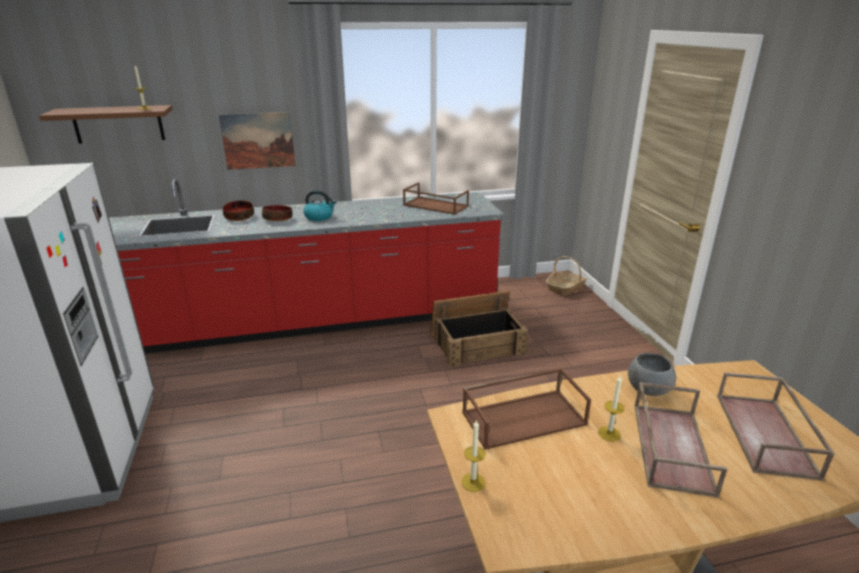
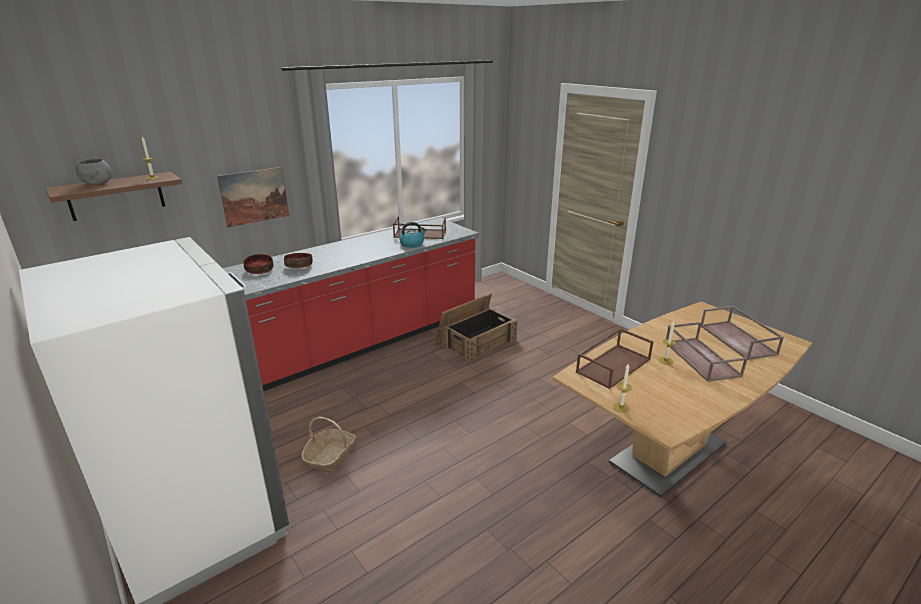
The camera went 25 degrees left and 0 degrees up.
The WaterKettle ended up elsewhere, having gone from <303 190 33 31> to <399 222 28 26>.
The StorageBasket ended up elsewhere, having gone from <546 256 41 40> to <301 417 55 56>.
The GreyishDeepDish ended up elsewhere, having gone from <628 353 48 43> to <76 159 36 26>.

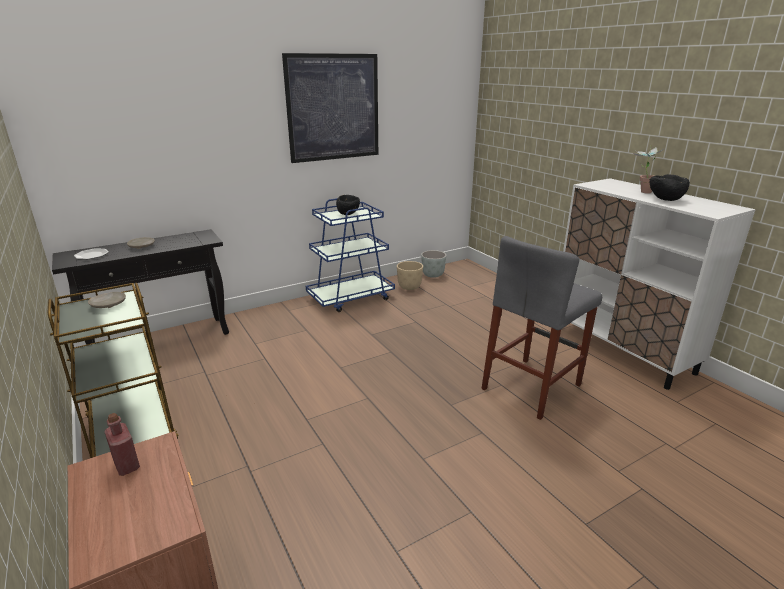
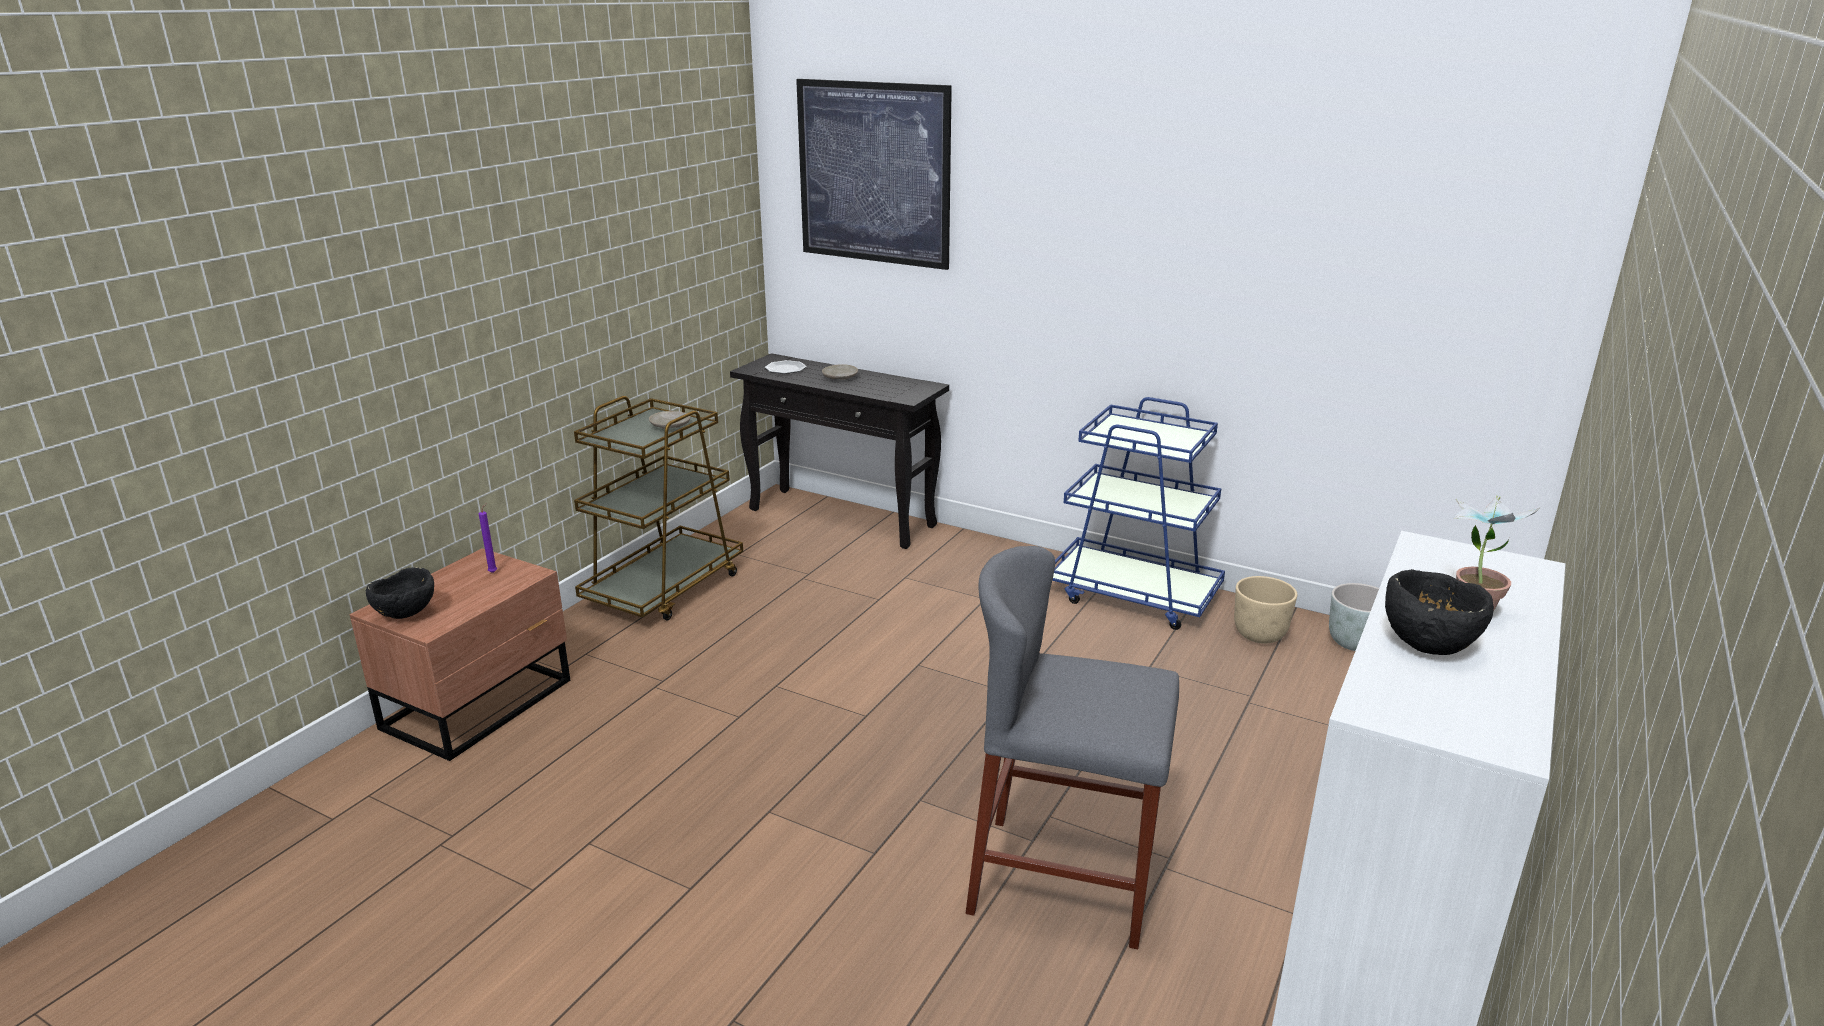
The camera went 60 degrees right and 0 degrees up.
Where the ReddishBottle stood at <104 413 36 63>, the PurpleWaxCandle came to stand at <479 503 18 70>.
The WallArt ended up elsewhere, having gone from <282 53 96 110> to <796 79 156 191>.
The BlackishDeepDish ended up elsewhere, having gone from <336 195 24 20> to <366 567 68 52>.

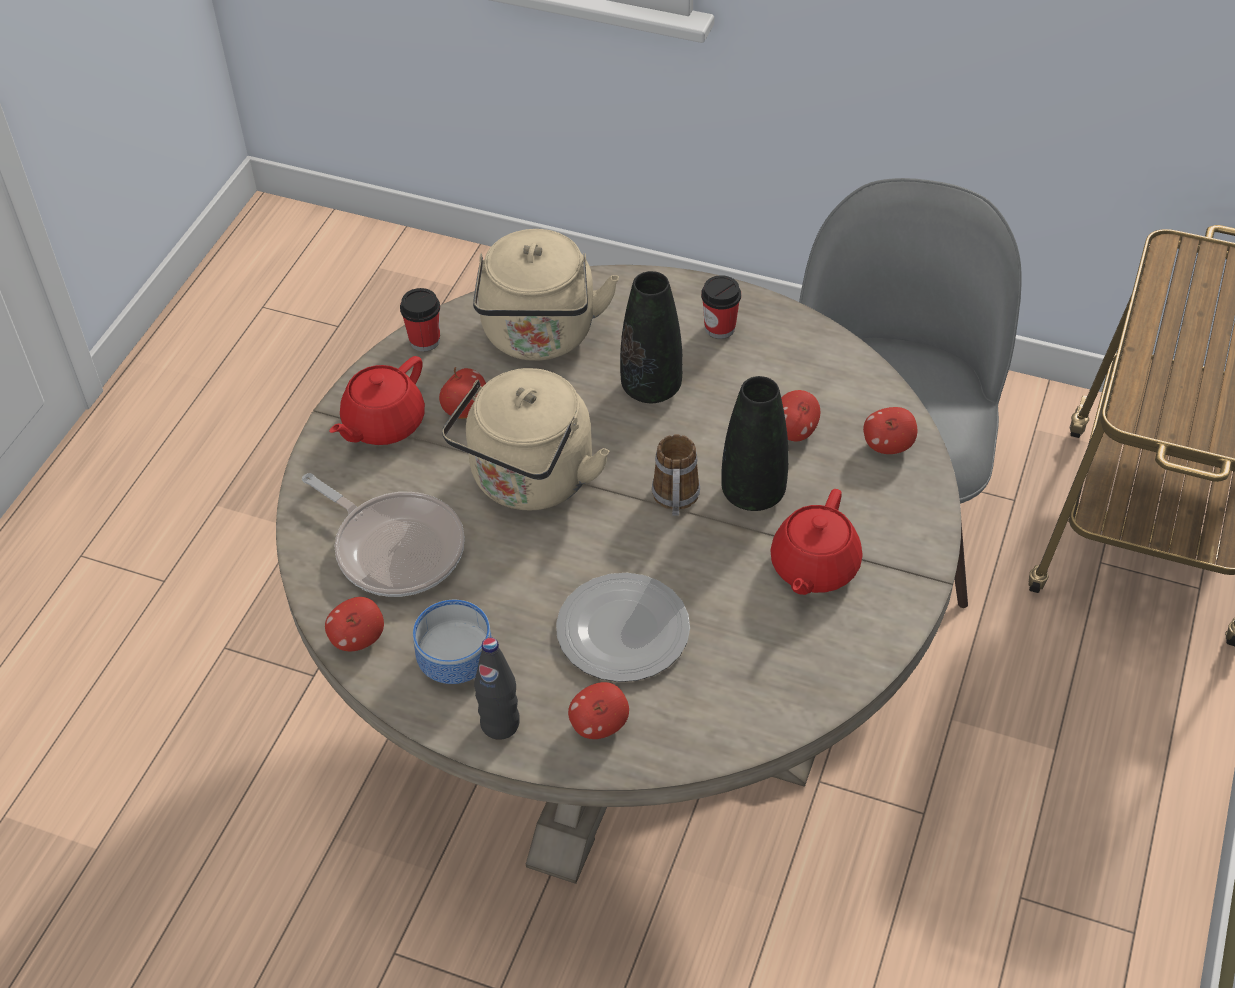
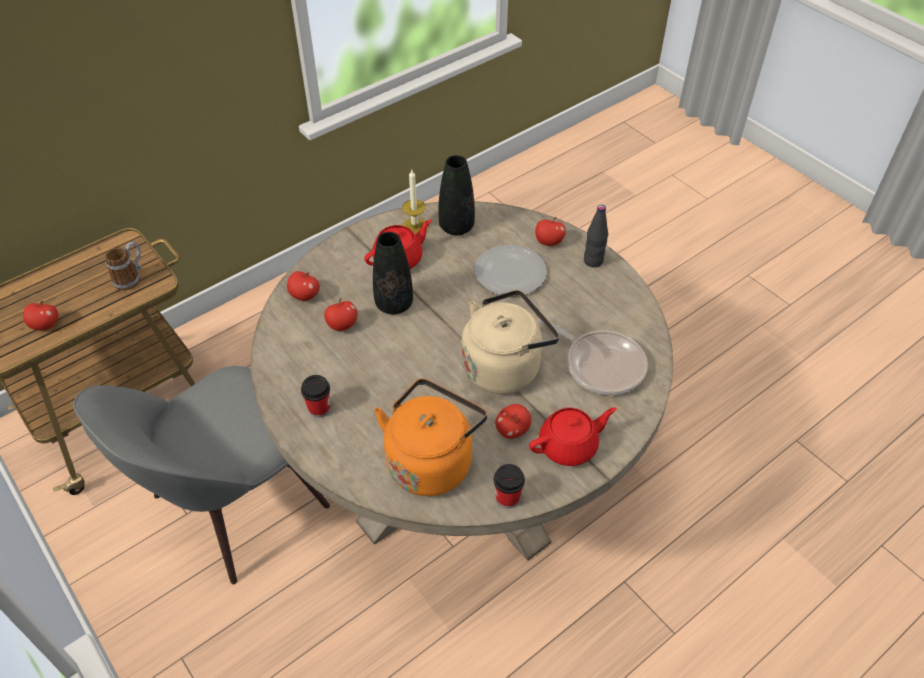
The camera went 150 degrees left and 0 degrees up.
The Pan at <302 473 163 124> ended up facing another way, 150 degrees clockwise from before.
The AppleFruit ended up elsewhere, having gone from <325 597 59 54> to <23 301 35 30>.
The second view lost the DeepDish at <413 600 79 84>.
What was the BeigeWaterKettle at <473 229 146 132> turned into the OrangeColouredWaterKettle at <374 379 113 117>.
The BlackishDecorativeVase ended up elsewhere, having gone from <620 271 63 132> to <438 155 37 81>.
The CoffeeMug ended up elsewhere, having gone from <652 434 48 82> to <105 242 37 48>.
The second view gained the WaxCandle at <402 170 26 65>.

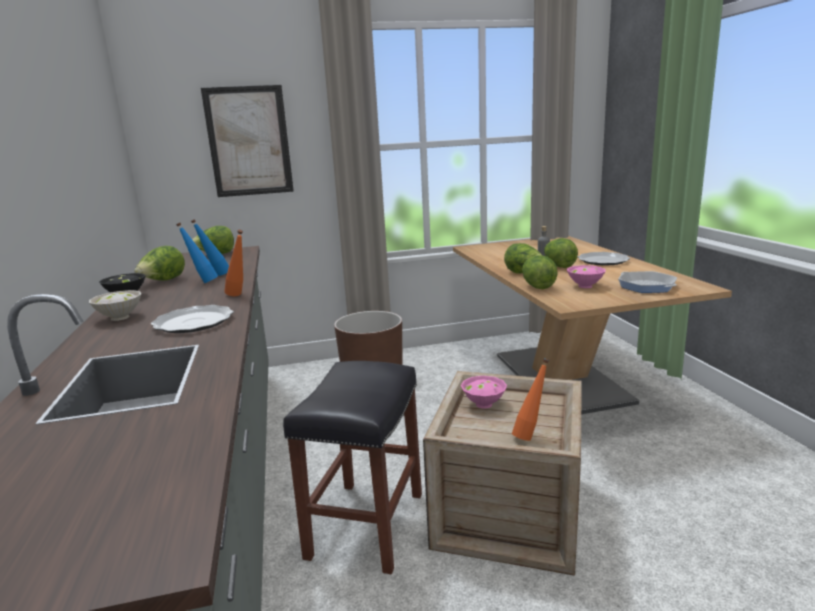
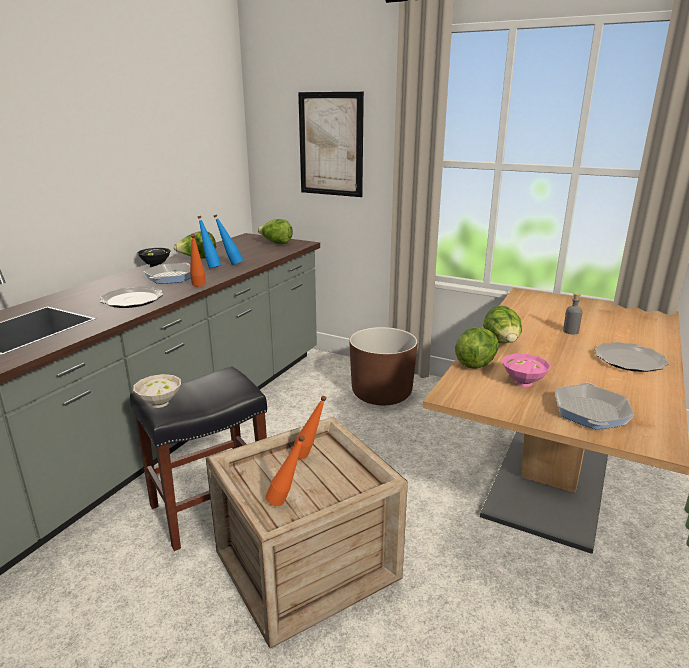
The camera went 40 degrees right and 5 degrees up.
The WhiteColouredDeepDish ended up elsewhere, having gone from <89 290 52 31> to <133 374 48 34>.
Where the PinkishDeepDish stood at <461 376 46 33>, the OrangeColouredBottle came to stand at <291 396 36 63>.
The second view lost the Lettuce at <544 238 34 30>.
The second view gained the Pan at <143 263 48 21>.

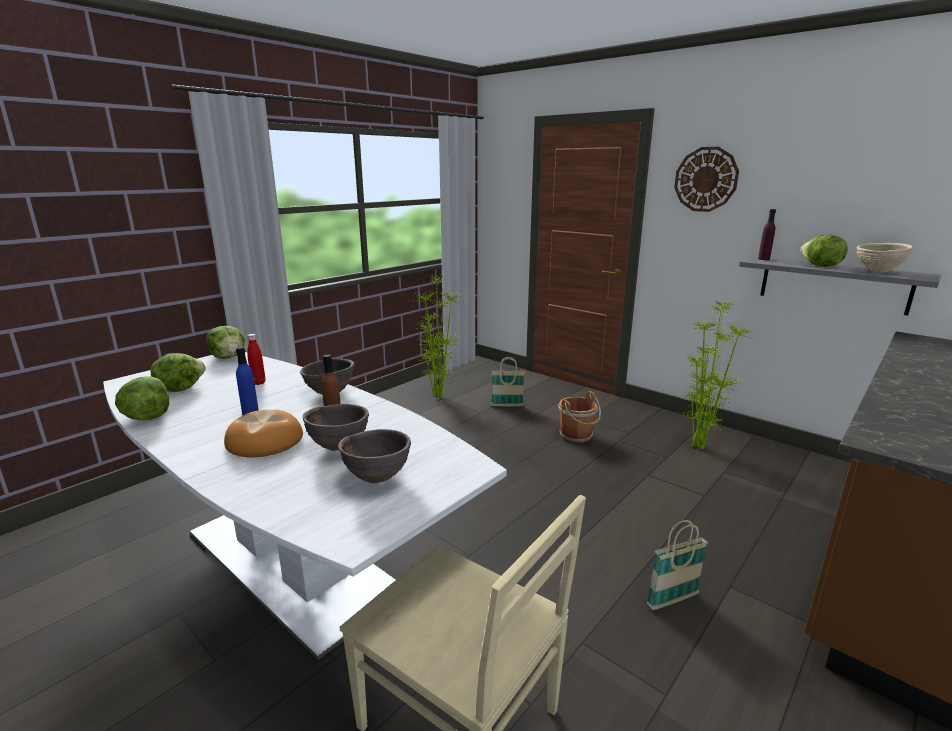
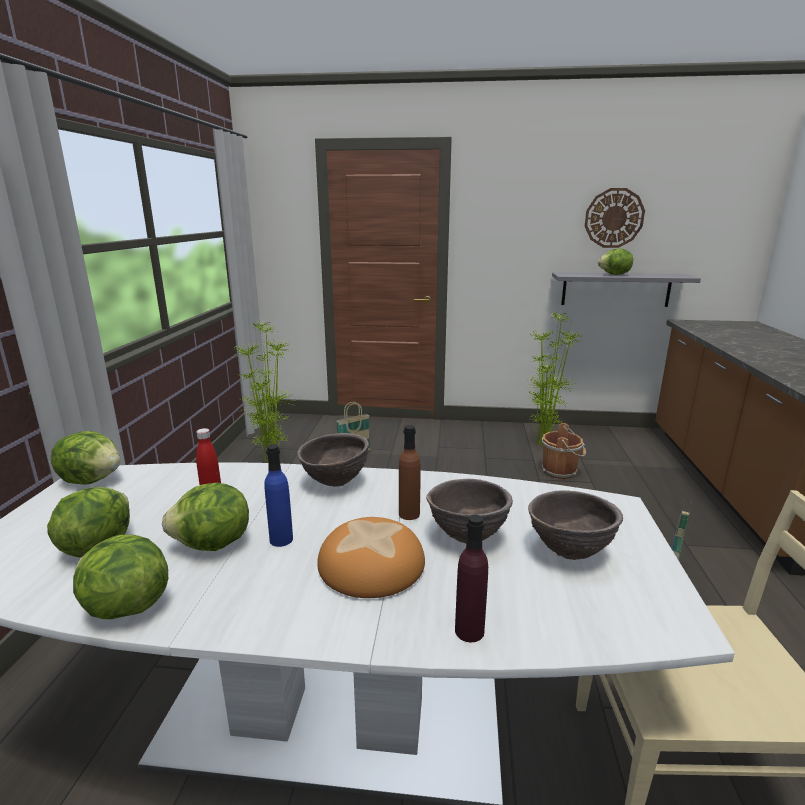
The camera went 35 degrees left and 0 degrees up.
The BrownColouredBucket ended up elsewhere, having gone from <559 391 42 52> to <542 423 44 56>.
The ClockOnTheWall ended up elsewhere, having gone from <674 147 65 65> to <585 188 60 60>.
The PurpleBottle ended up elsewhere, having gone from <758 209 18 51> to <455 514 33 128>.
The second view lost the BeigeDeepDish at <857 243 56 30>.
The second view gained the Lettuce at <162 483 87 68>.

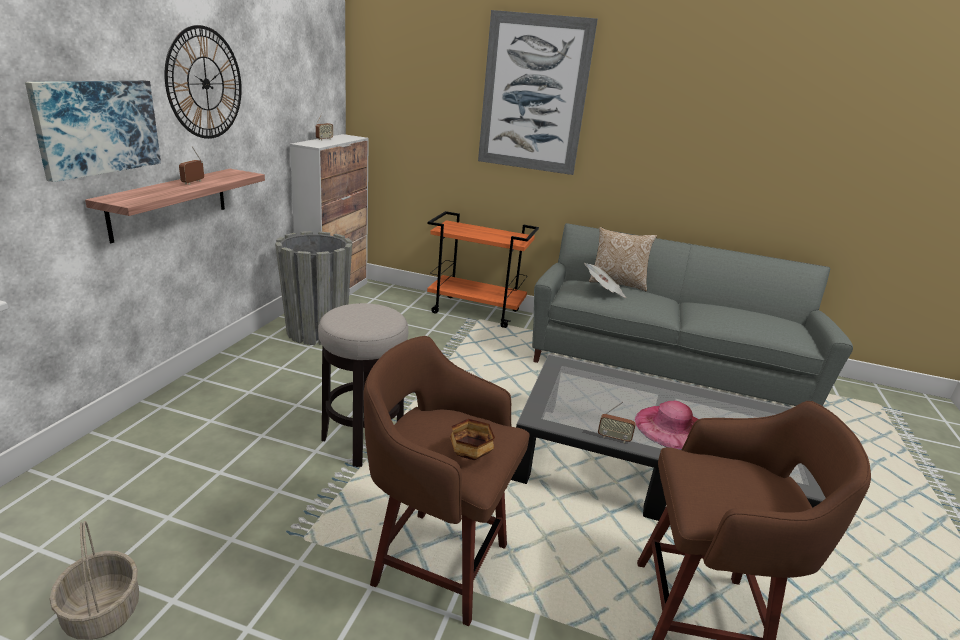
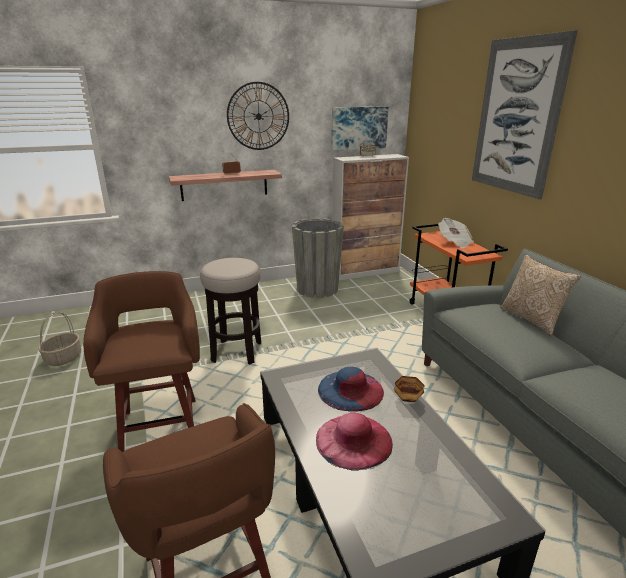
The camera went 55 degrees right and 0 degrees up.
The WallArt ended up elsewhere, having gone from <25 80 136 102> to <331 106 58 45>.
The DeepDish ended up elsewhere, having gone from <450 419 45 41> to <394 376 31 26>.
The Newspaper ended up elsewhere, having gone from <584 263 43 35> to <438 218 36 30>.
The second view lost the RadioSet at <598 402 38 41>.
The second view gained the BlueHat at <318 367 66 44>.

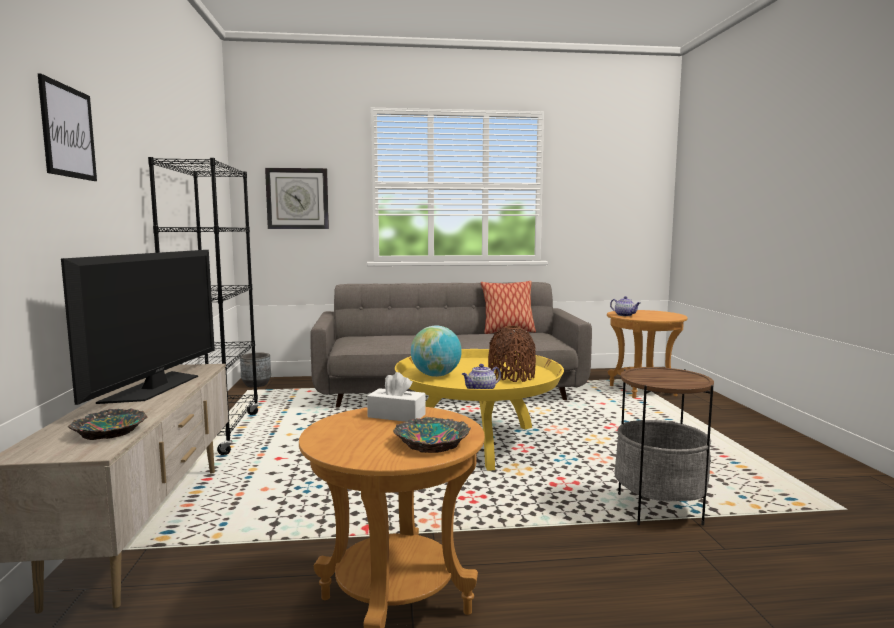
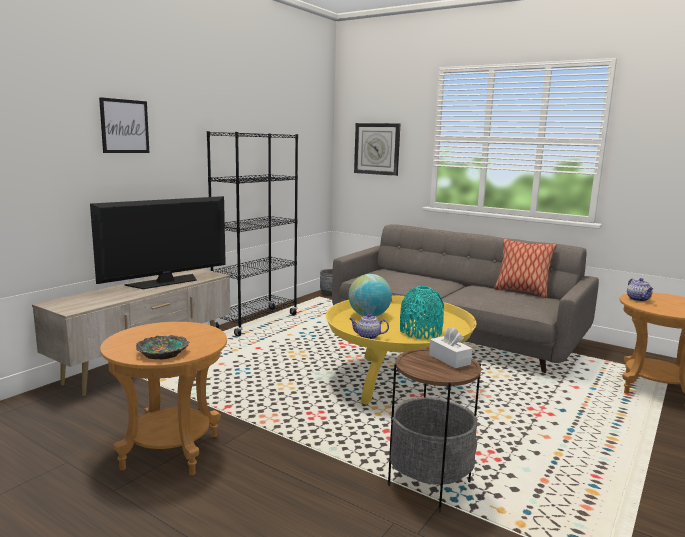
The camera went 40 degrees right and 5 degrees up.
The second view lost the DeepDish at <68 408 79 32>.
The WhiteColouredTissueHolder ended up elsewhere, having gone from <367 372 59 50> to <429 327 43 41>.
What was the BrownColouredDecorativeVase at <488 326 48 56> turned into the TurquoiseColouredDecorativeVase at <400 286 44 53>.

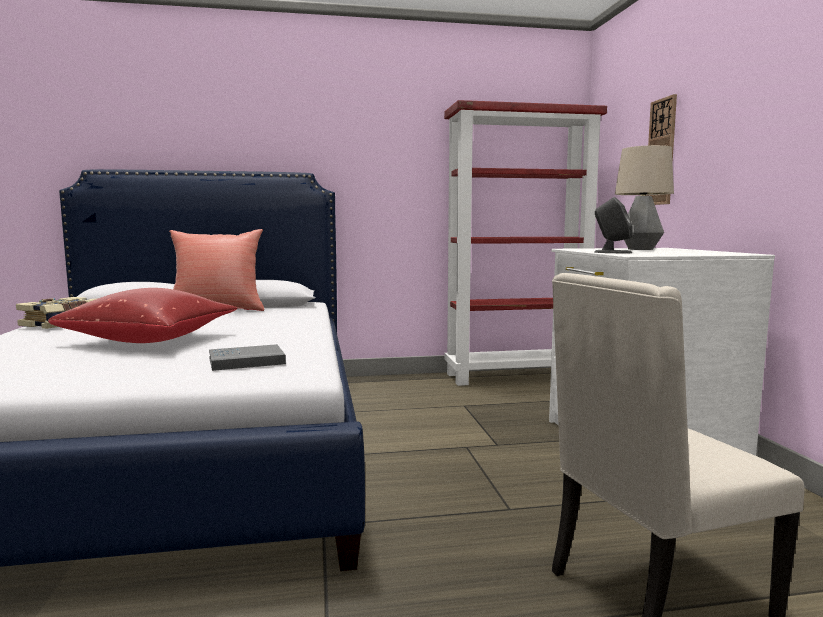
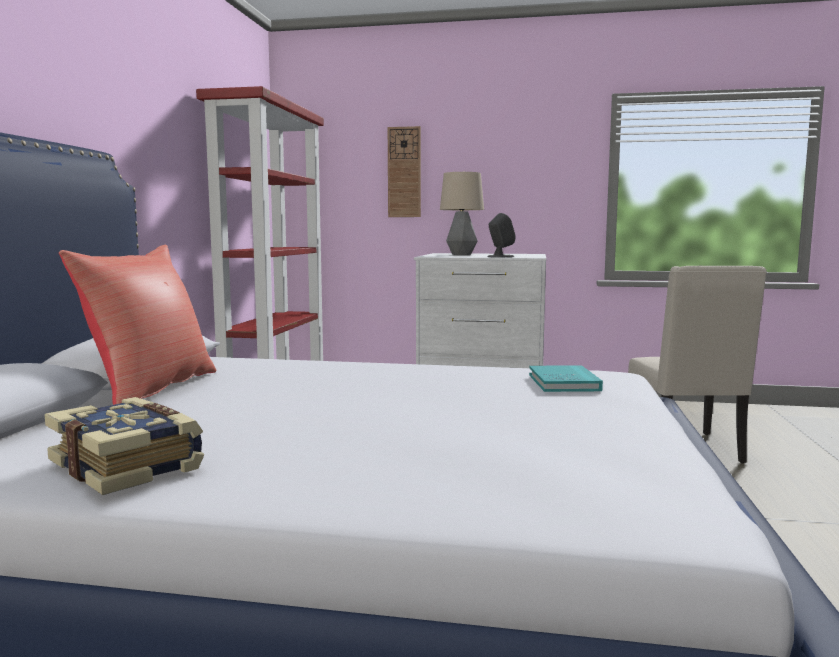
The camera went 70 degrees left and 0 degrees up.
The second view lost the ReddishPillow at <48 288 189 55>.
What was the GreyishBoundBook at <209 344 77 27> turned into the TurquoiseColouredBoundBook at <529 365 74 27>.

